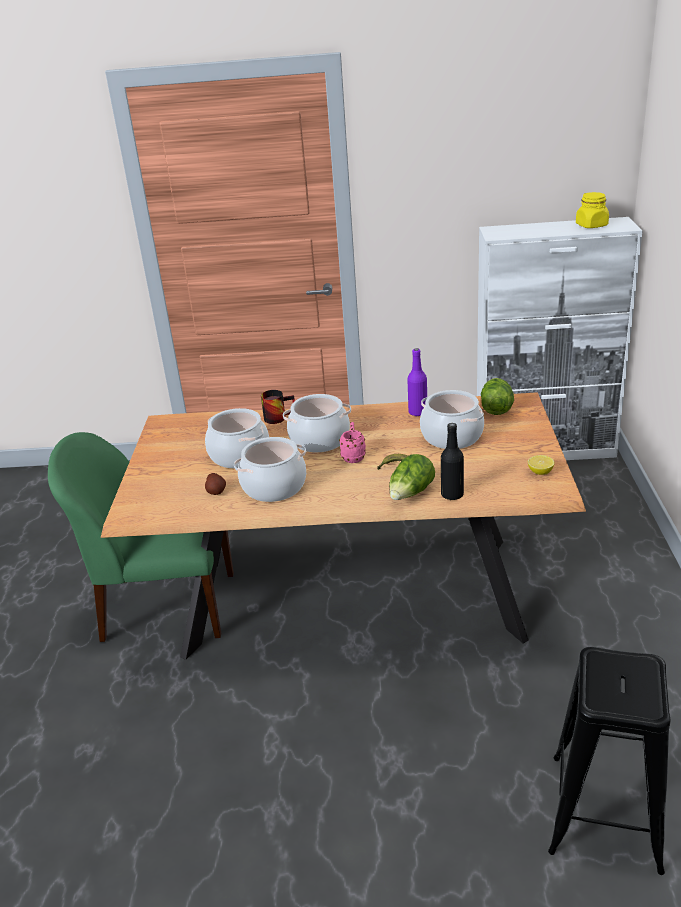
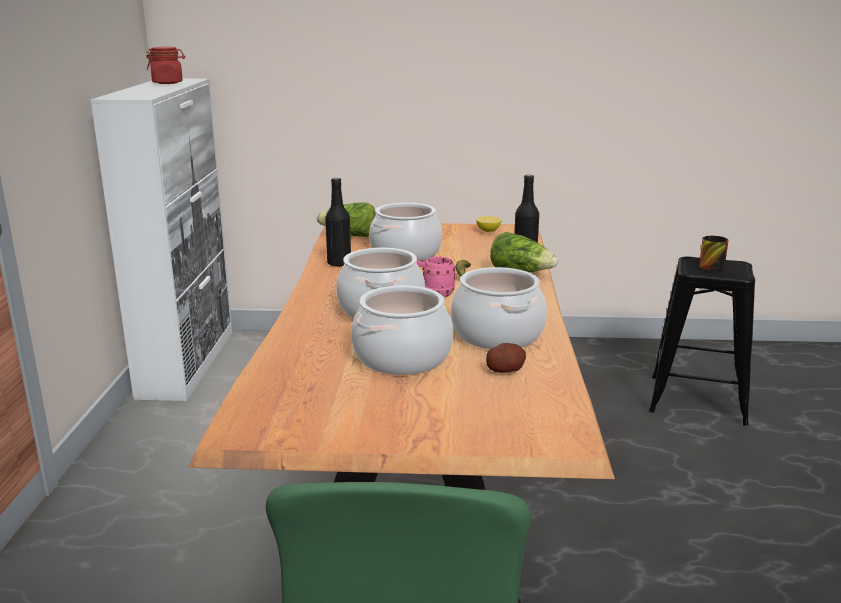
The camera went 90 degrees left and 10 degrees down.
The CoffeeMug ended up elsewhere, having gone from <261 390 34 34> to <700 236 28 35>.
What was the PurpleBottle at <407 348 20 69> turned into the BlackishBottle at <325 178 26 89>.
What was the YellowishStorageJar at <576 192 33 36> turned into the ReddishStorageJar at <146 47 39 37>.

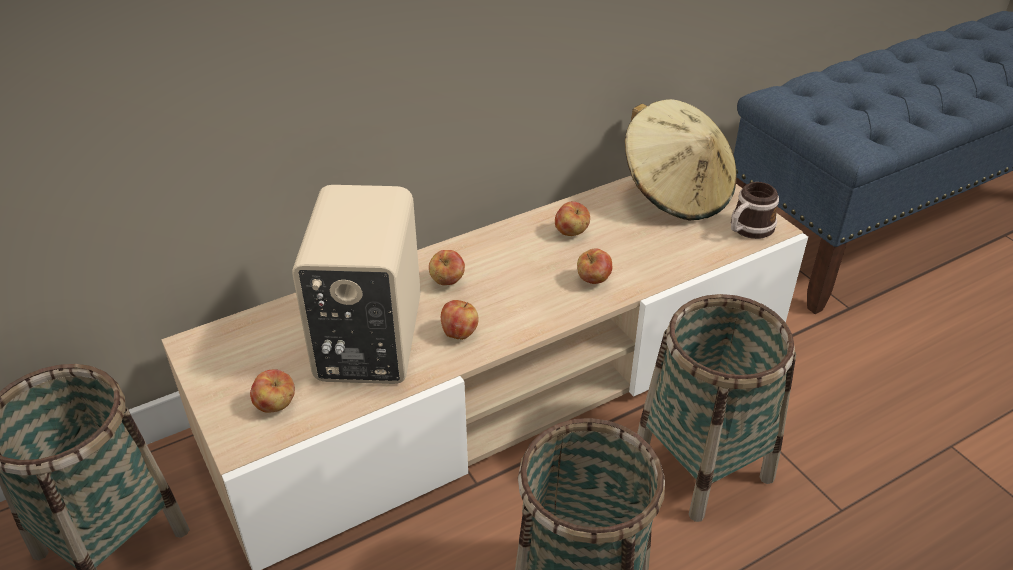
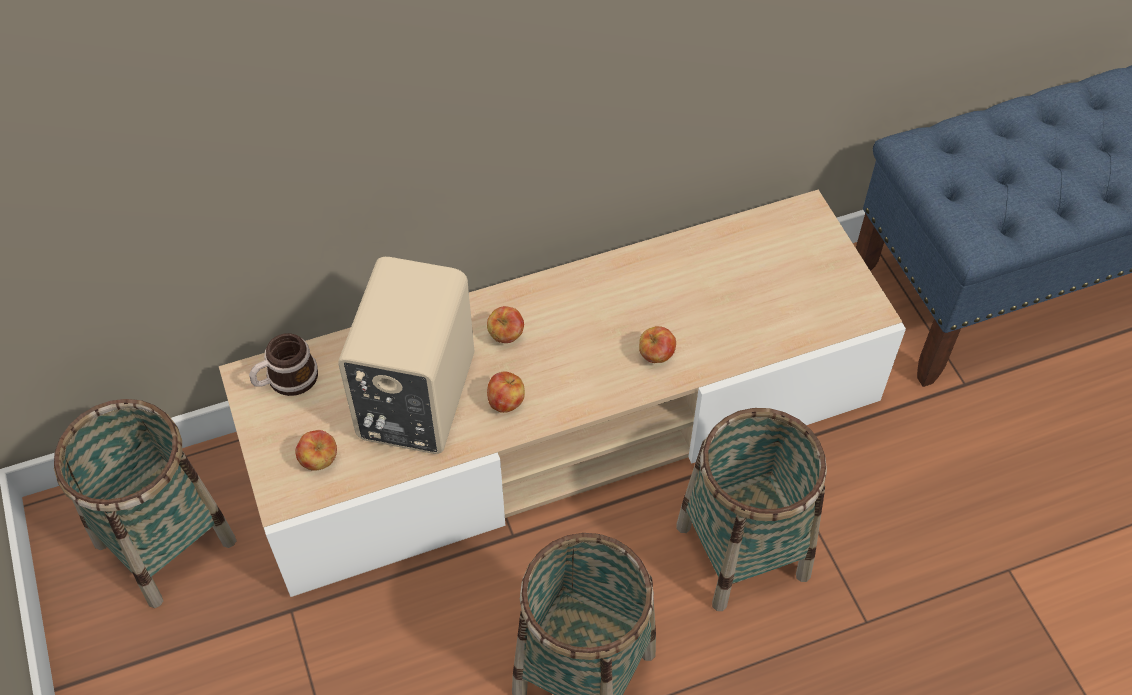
The camera went 10 degrees right and 15 degrees up.
The second view lost the AppleFruit at <555 202 35 34>.
The second view lost the BeigeHat at <625 99 112 122>.
The CoffeeMug ended up elsewhere, having gone from <731 182 48 57> to <249 333 69 63>.

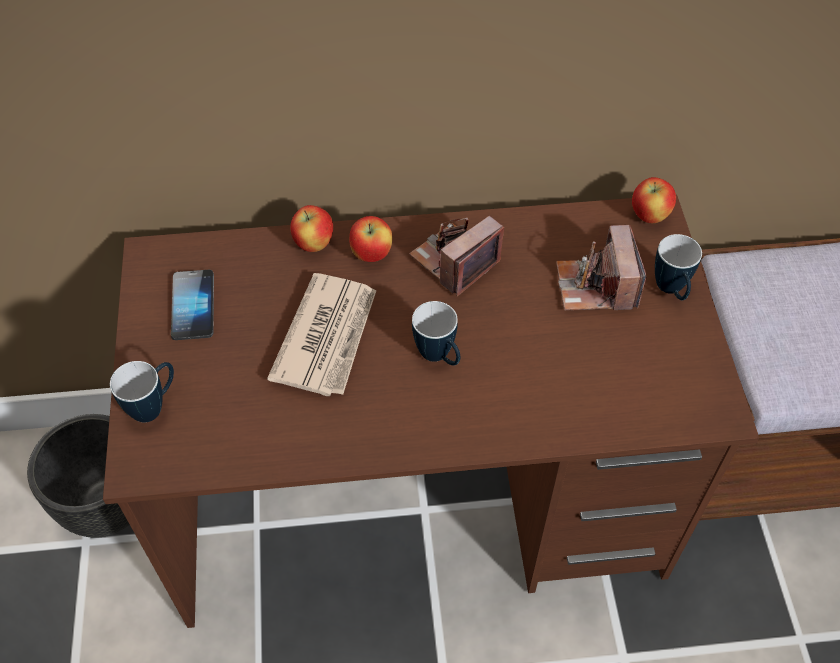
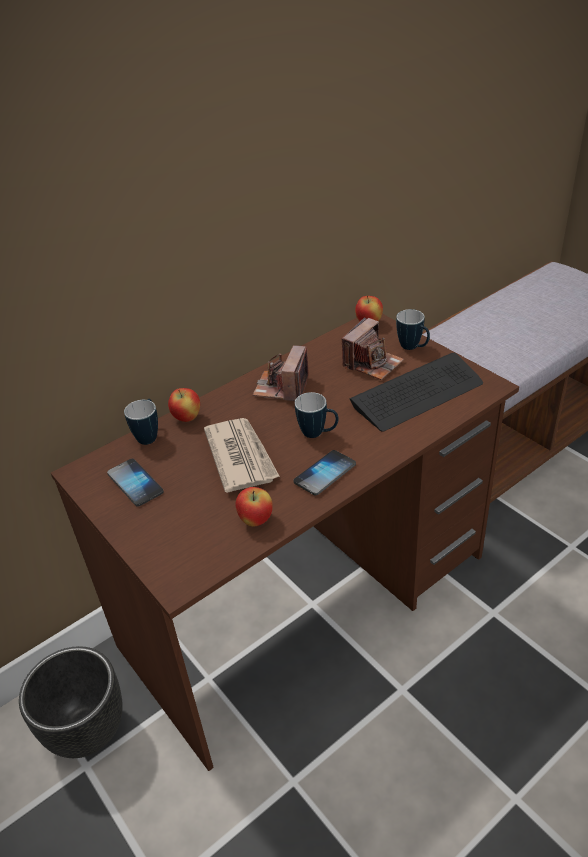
The camera went 30 degrees left and 15 degrees down.
The CoffeeMug ended up elsewhere, having gone from <110 361 64 62> to <124 399 34 46>.
The AppleFruit ended up elsewhere, having gone from <349 216 43 46> to <236 487 37 39>.
The PhotoCamera at <556 225 91 85> ended up facing another way, 105 degrees counterclockwise from before.
The second view gained the Telephone at <293 450 63 45>.
The second view gained the ComputerKeyboard at <350 353 133 79>.

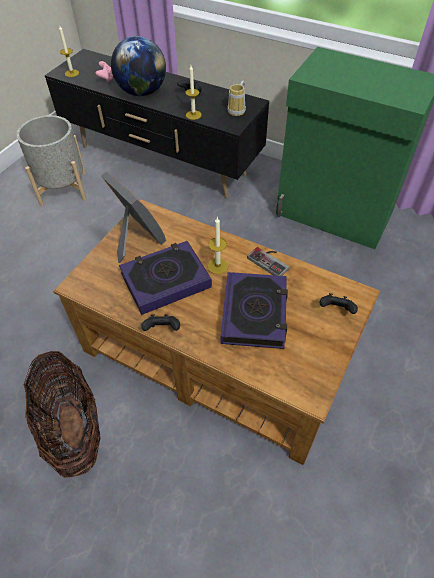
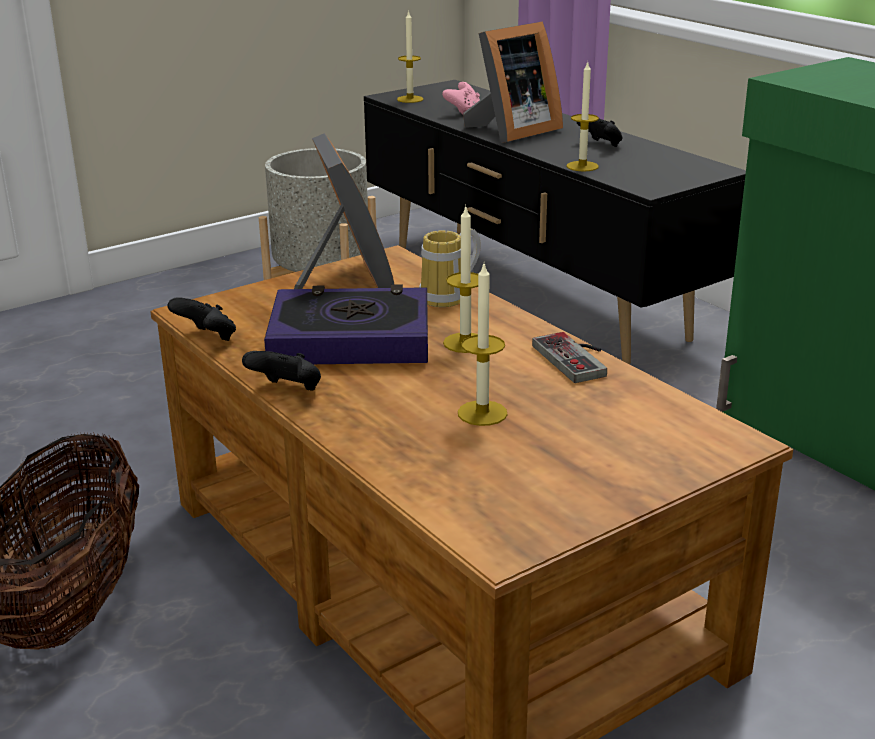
The camera went 25 degrees right and 25 degrees down.
Where the WorldGlobe stood at <111 36 55 60>, the StandingFrame came to stand at <463 21 100 122>.
Where the BoundBook stood at <220 272 68 77>, the WaxCandle came to stand at <458 261 50 165>.
The CoffeeMug ended up elsewhere, having gone from <228 81 18 35> to <419 228 62 79>.
The BlackishJoypad ended up elsewhere, having gone from <320 293 38 21> to <167 297 69 44>.

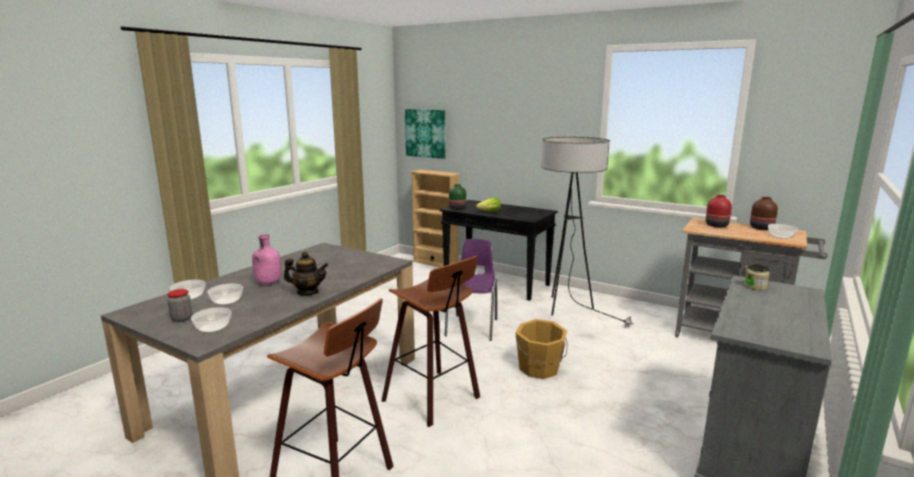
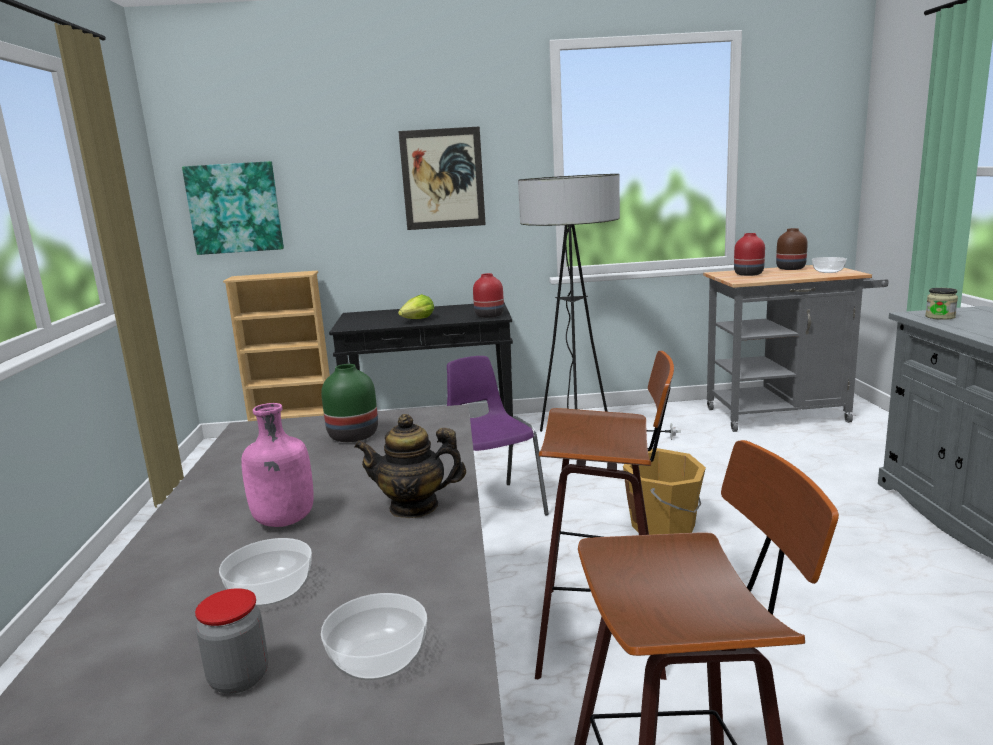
The camera went 35 degrees left and 0 degrees up.
The second view lost the DeepDish at <170 280 36 20>.
The Teapot at <284 252 44 43> ended up facing another way, 150 degrees counterclockwise from before.
The GreenColouredDecorativeVase ended up elsewhere, having gone from <449 184 17 26> to <321 364 57 78>.
The second view gained the WallArt at <398 126 88 104>.
The second view gained the ReddishDecorativeVase at <473 273 31 45>.

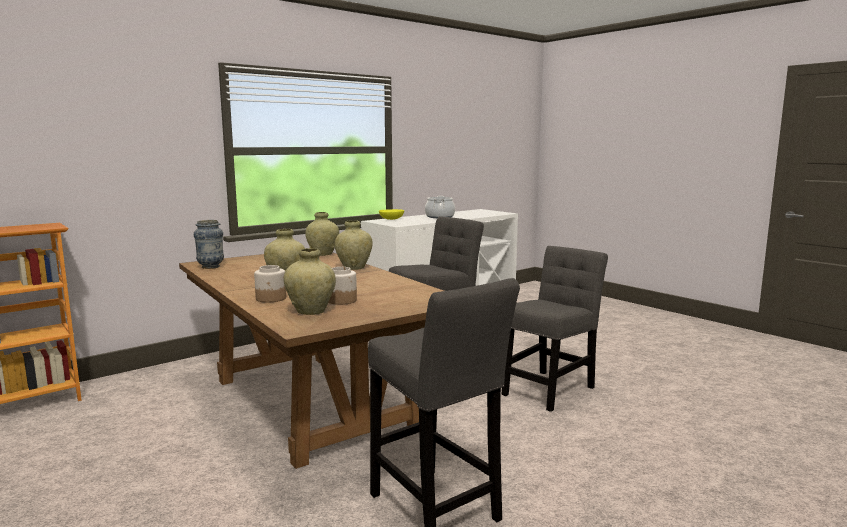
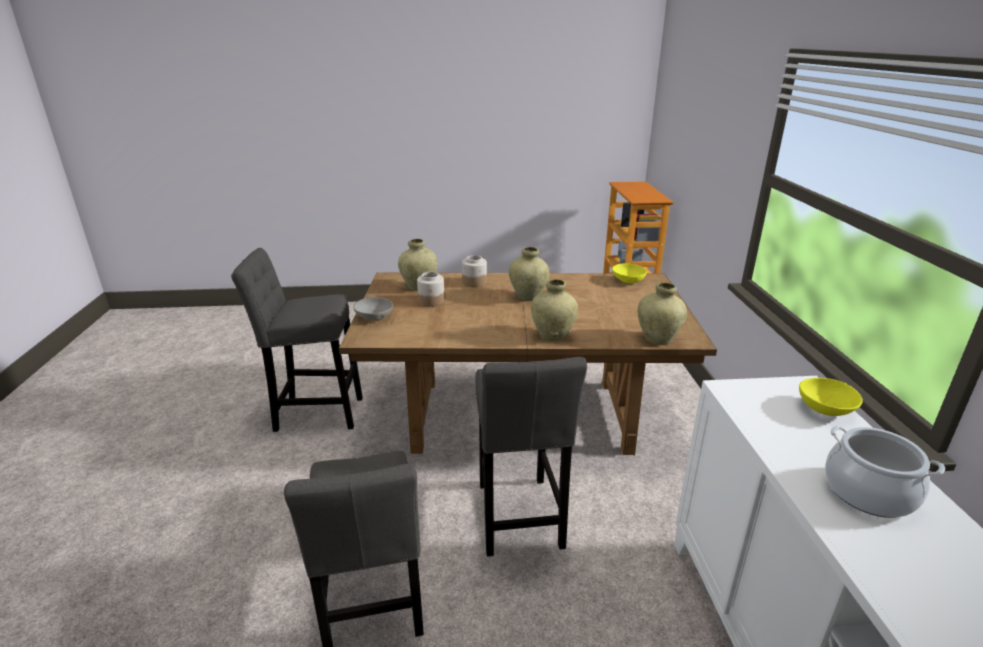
The camera went 125 degrees right and 15 degrees up.
Where the DecorativeVase stood at <194 220 30 49>, the YellowishDeepDish came to stand at <612 263 35 20>.
The second view gained the GreyishDeepDish at <353 297 40 24>.

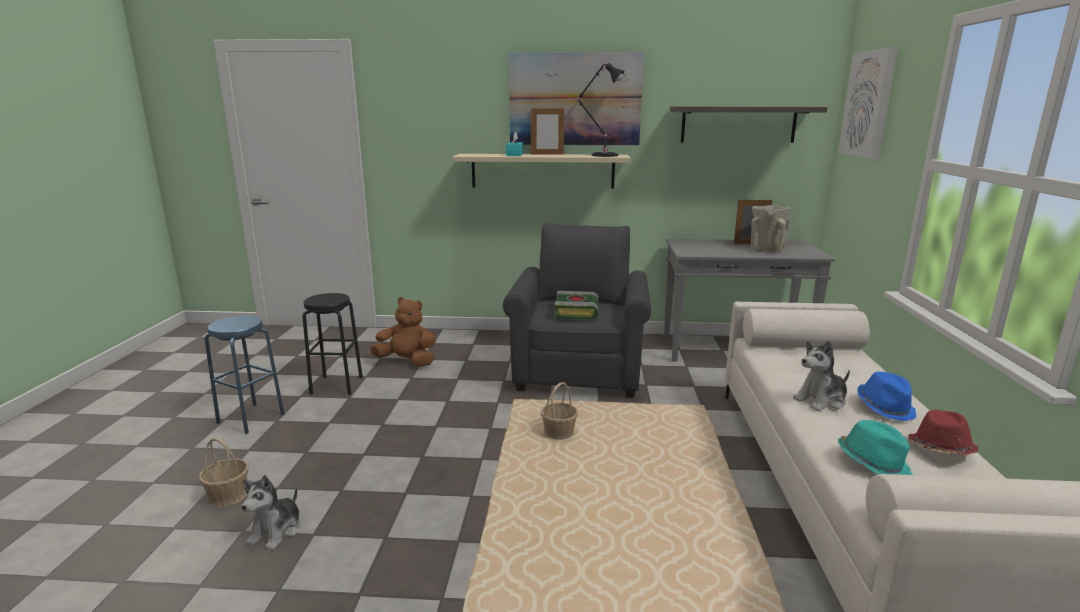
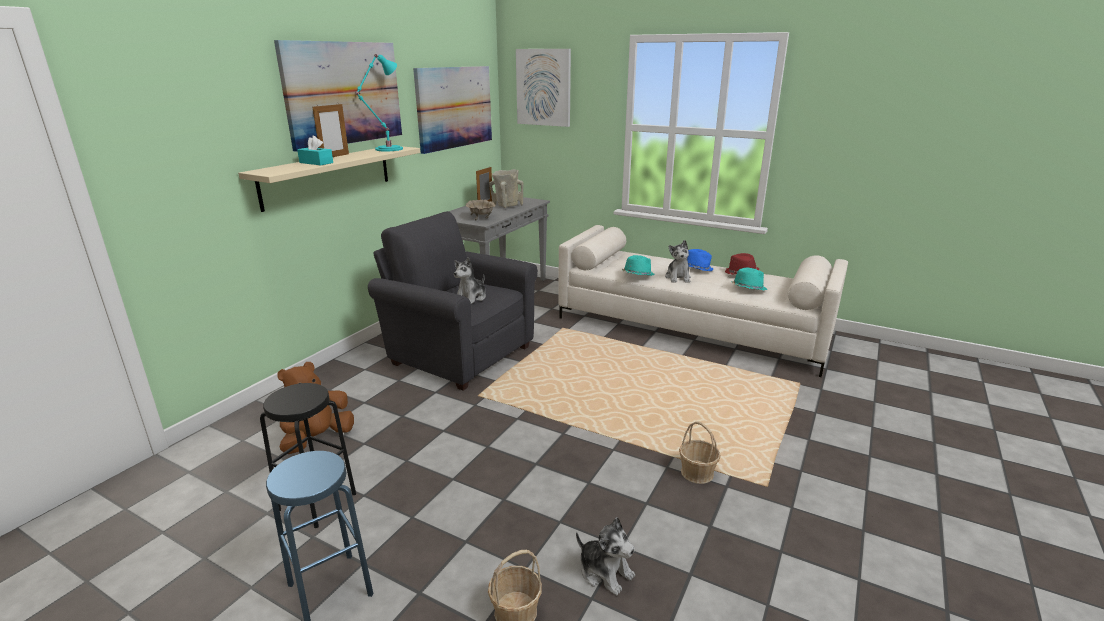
The camera went 65 degrees left and 5 degrees up.
The StorageBasket ended up elsewhere, having gone from <541 382 37 58> to <679 421 42 63>.
Where the BoundBook stood at <554 291 45 29>, the PlushToy came to stand at <454 257 32 47>.
What was the BlackishTableLamp at <576 63 49 94> turned into the TurquoiseColouredTableLamp at <355 54 48 97>.
Where the BracketShelf hung at <670 106 158 37>, the WallArt came to hang at <413 66 79 88>.
The second view gained the BeigeDeepDish at <466 200 30 21>.
The second view gained the TurquoiseColouredHat at <622 255 33 21>.

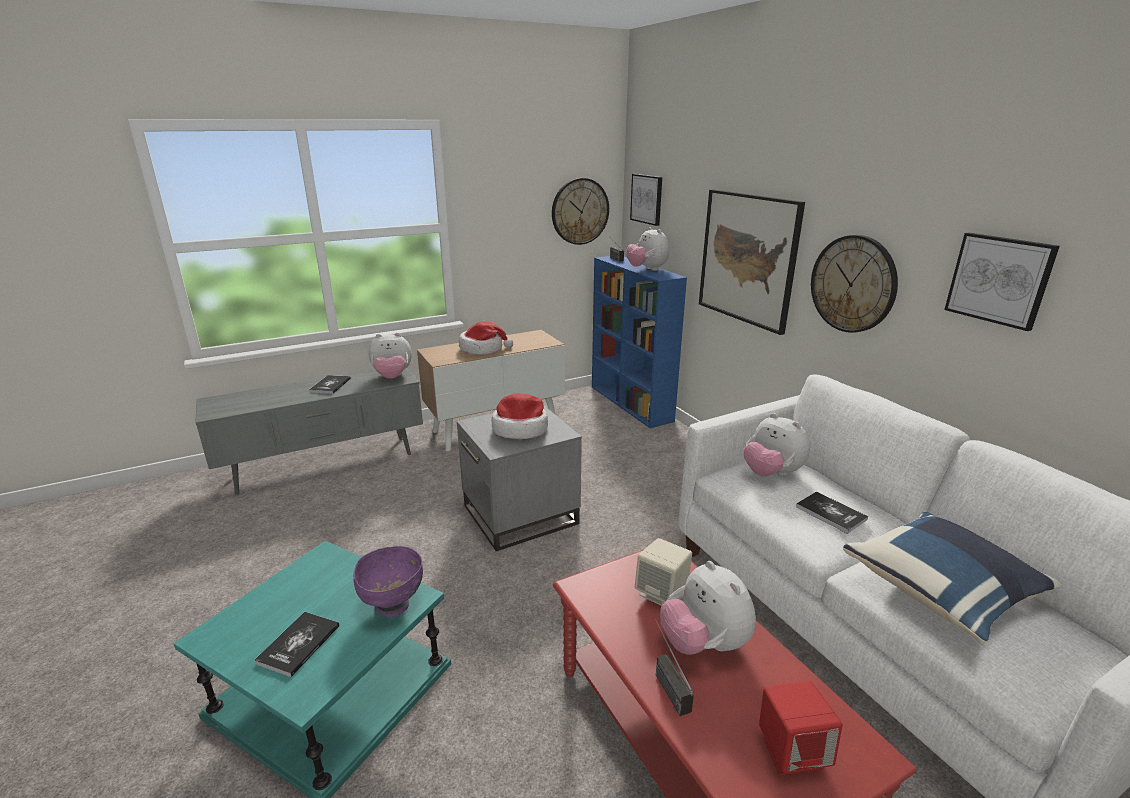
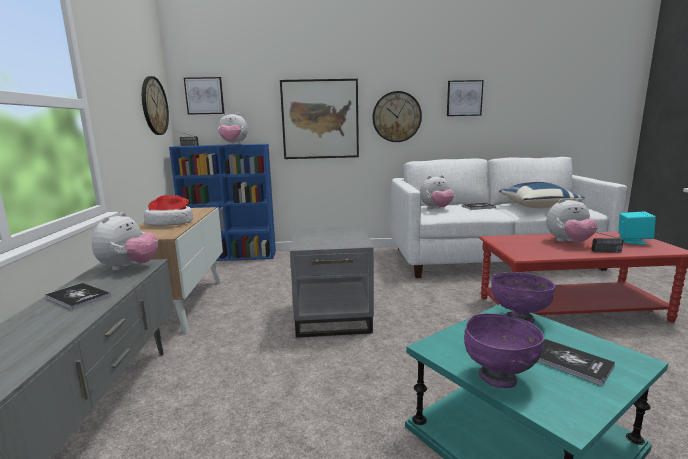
The camera went 65 degrees left and 10 degrees down.
The second view lost the Hat at <491 393 57 46>.
The second view lost the BeigeAudioSpeaker at <635 538 57 68>.
What was the ReddishAudioSpeaker at <759 681 83 94> turned into the TurquoiseColouredAudioSpeaker at <619 212 37 33>.
The second view gained the PurpleDeepDish at <464 313 80 75>.

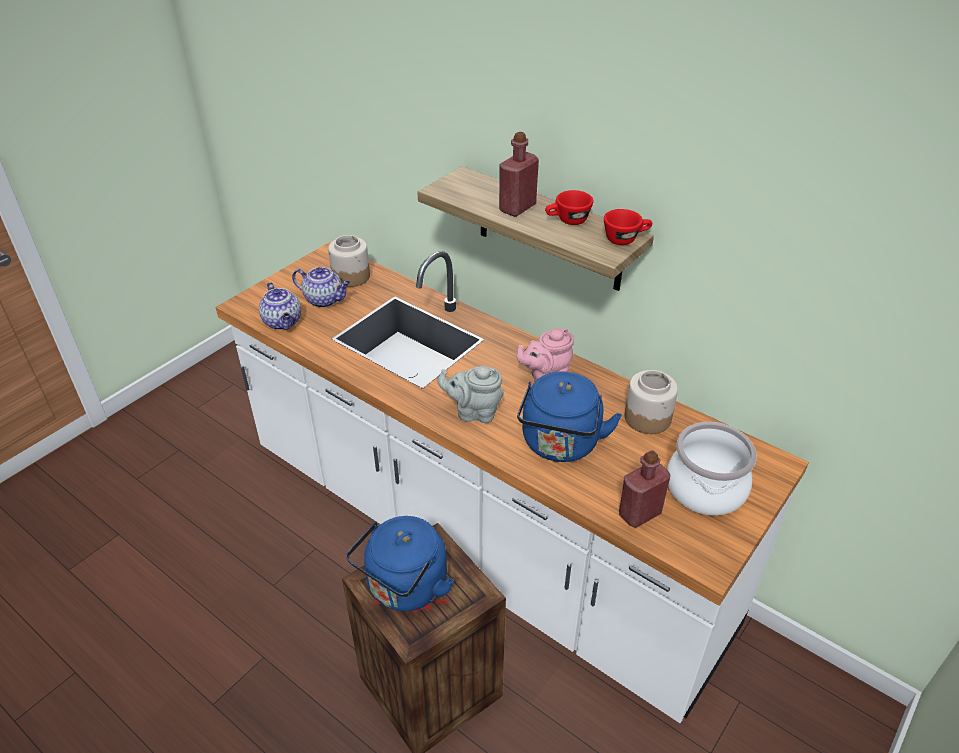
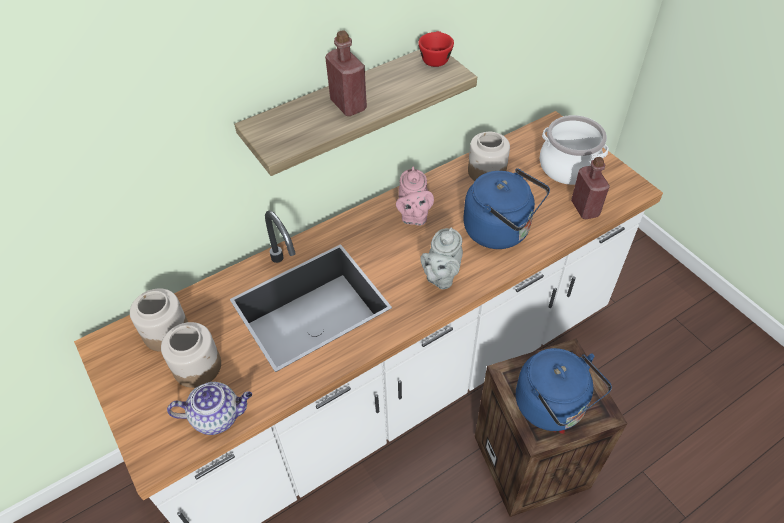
The camera went 70 degrees left and 10 degrees up.
Where the Teapot stood at <292 267 58 41>, the StorageJar came to stand at <161 322 60 66>.
The second view lost the ReddishDrinkingCup at <545 190 49 35>.

